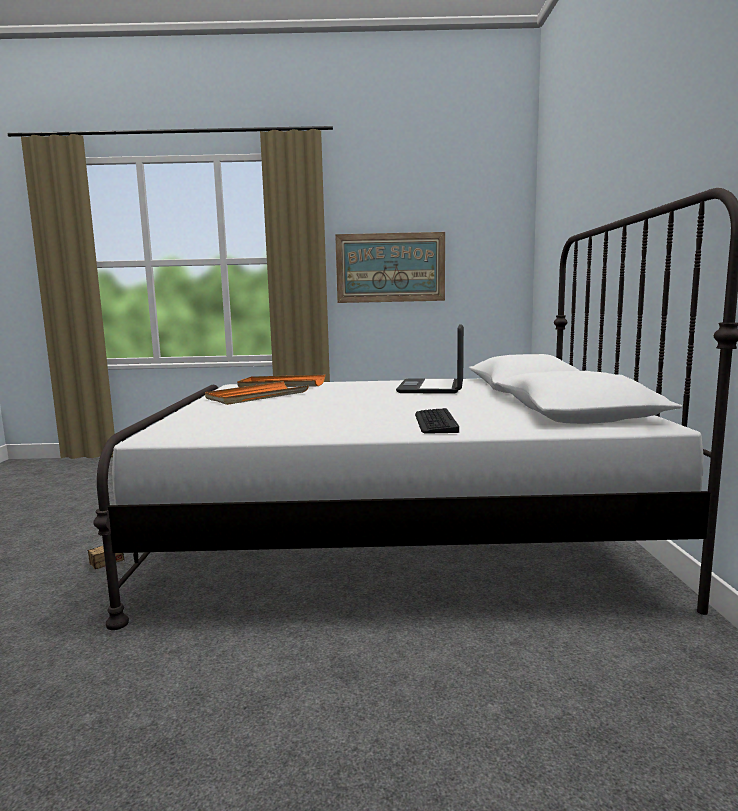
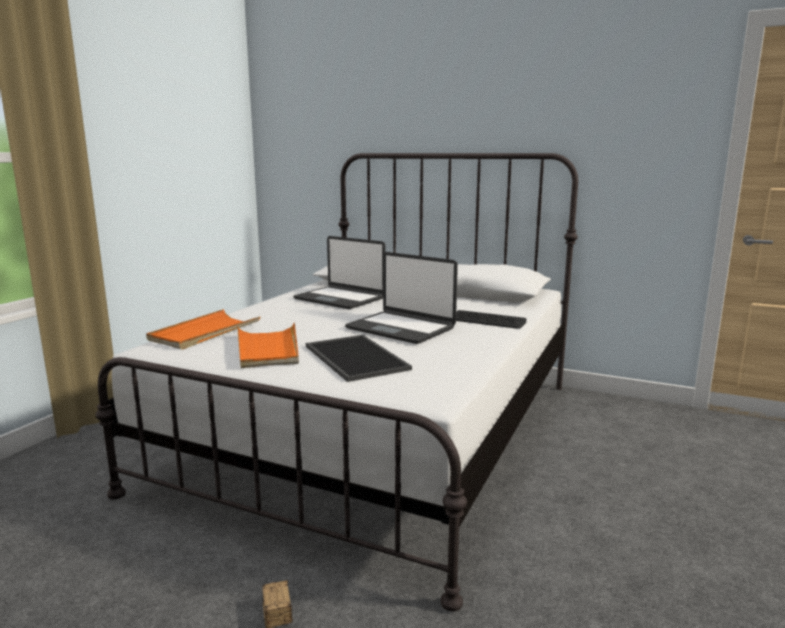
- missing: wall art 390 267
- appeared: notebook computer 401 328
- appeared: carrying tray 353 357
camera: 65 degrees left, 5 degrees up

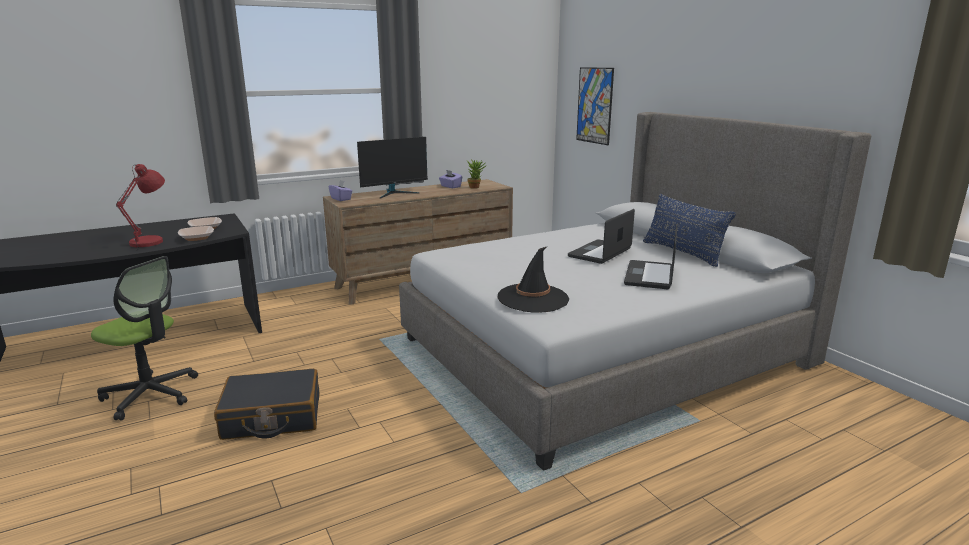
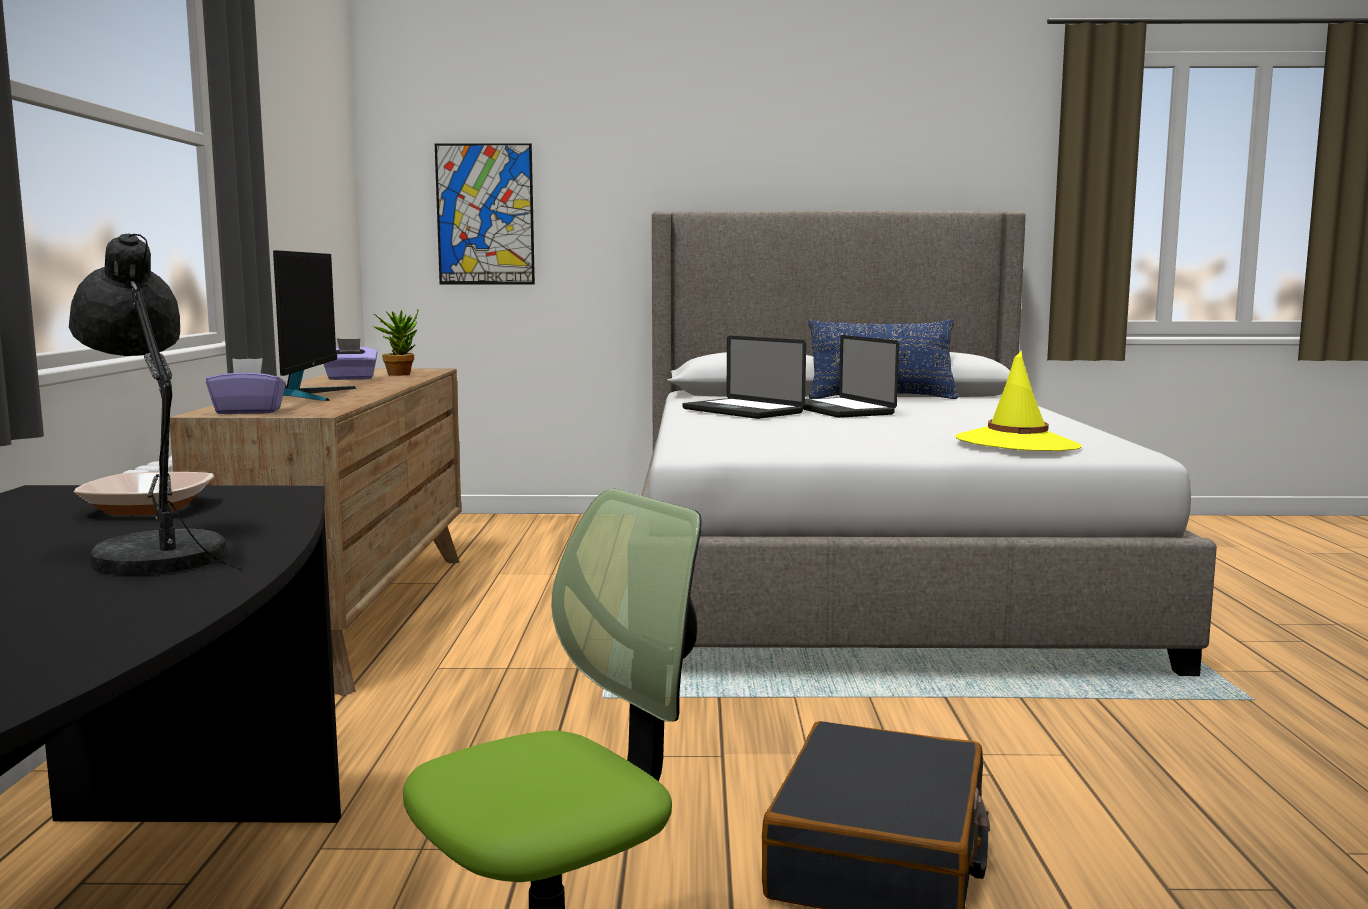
- colour: red lamp for a table 150 242 to grey lamp for a table 158 555
- relocated: notebook computer 649 276 to 742 411
- missing: bowl 197 238
- colour: black-coloured wearable hat 533 298 to yellow wearable hat 1017 443
camera: 60 degrees left, 10 degrees down

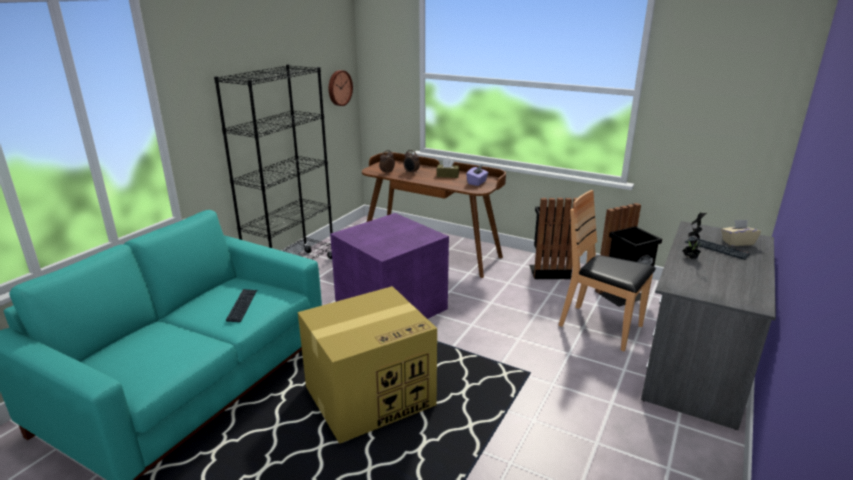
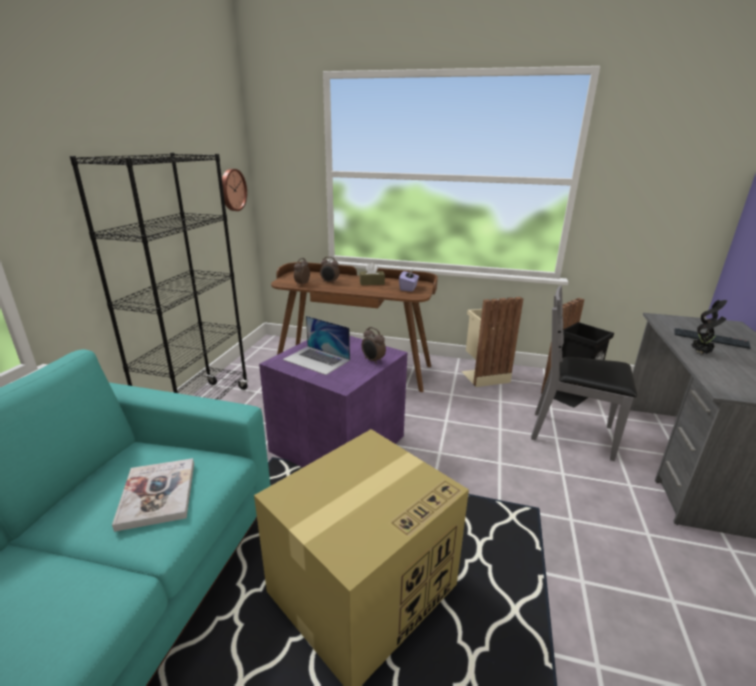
- colour: brownish upright chair 601 327 to grey upright chair 573 434
- colour: black-coloured trash can 548 270 to beige-coloured trash can 484 375
- missing: beige-coloured tissue holder 737 242
- exchanged: PC keyboard 242 306 to book 157 494
- appeared: notebook computer 316 360
- appeared: alarm clock 373 360
camera: 15 degrees left, 0 degrees up

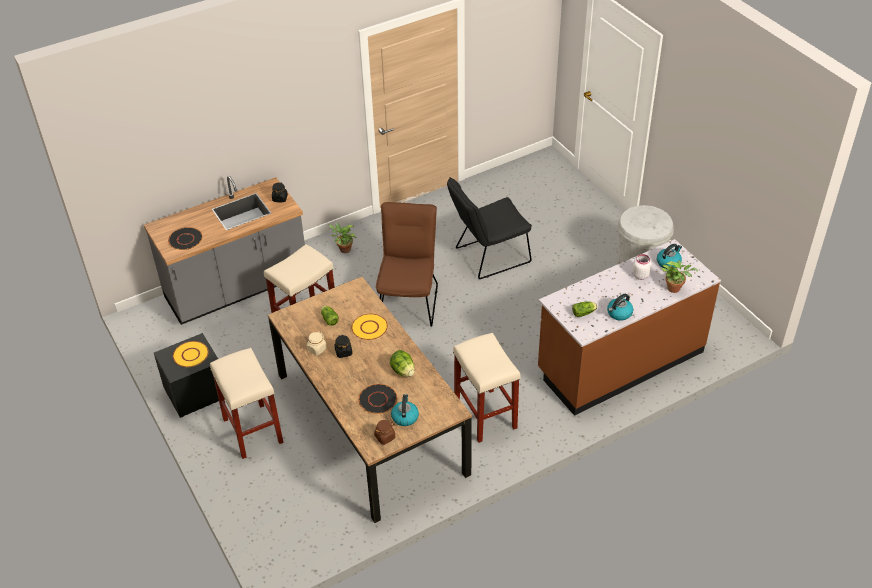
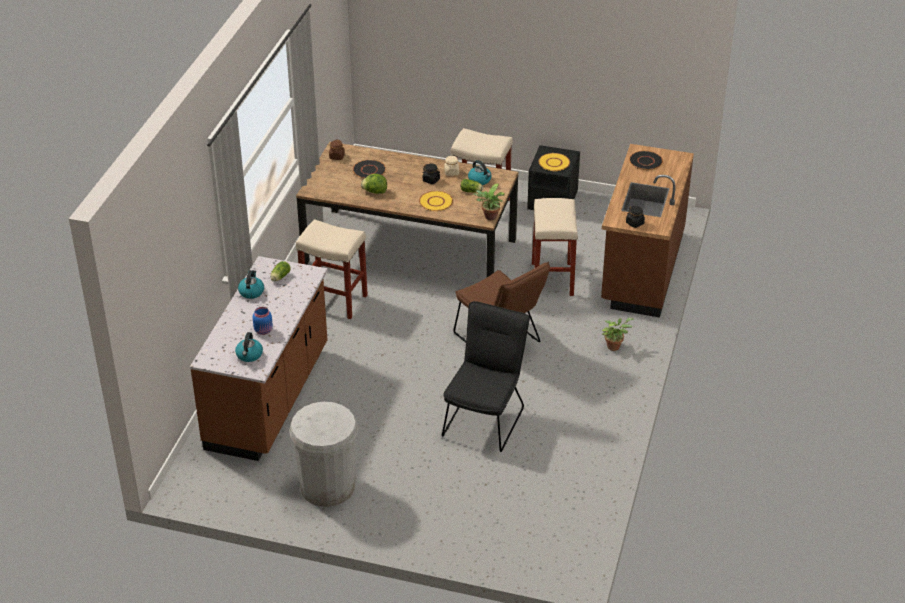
- colour: grey counter 237 289 to brownish counter 641 268
- colour: white preserve jar 640 275 to bluish preserve jar 264 330
- relocated: houseplant 675 288 to 489 217
- relocated: water kettle 405 417 to 480 180
camera: 135 degrees right, 5 degrees down

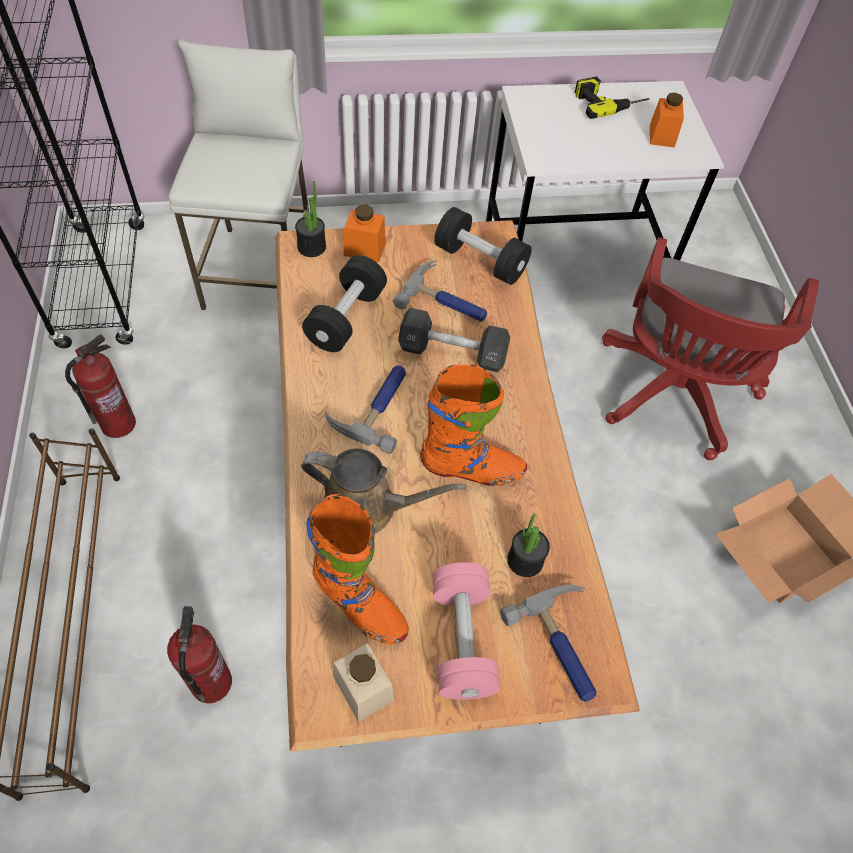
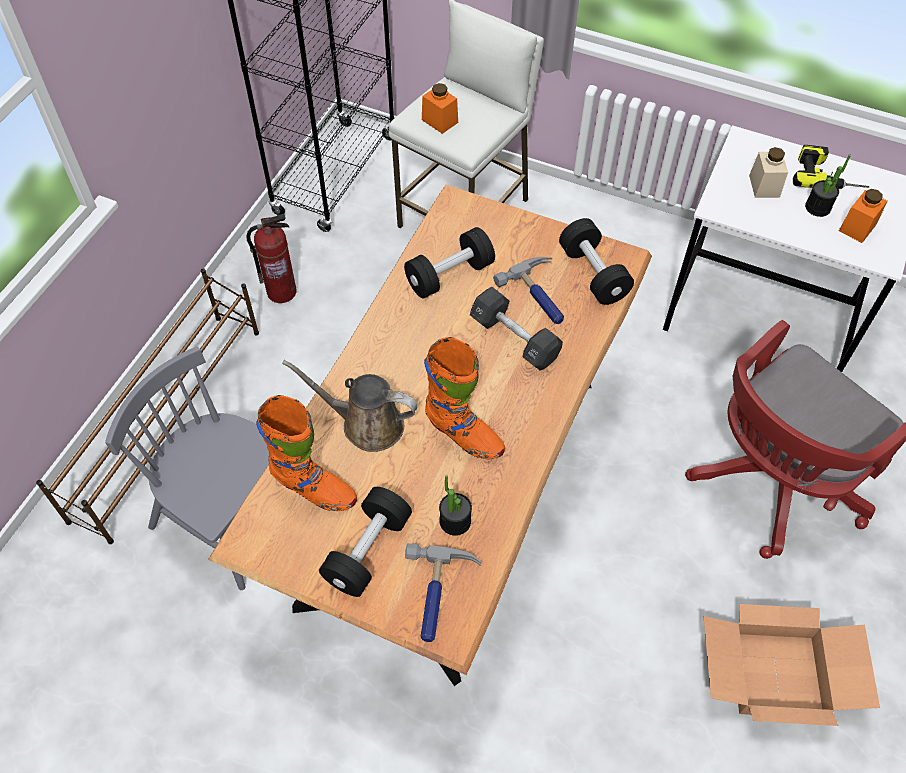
- relocated: houseplant 311 247 to 817 207
- relocated: orange preserve jar 364 249 to 439 121
- missing: hammer 376 406
- spun: brownish watering pot 367 507 = 366 424 150 degrees clockwise
- spun: orange high-top boot 359 605 = 313 489 45 degrees counterclockwise
- colour: pink-coloured dumbbell 462 640 to black-coloured dumbbell 367 551
- exchanged: fire-fighting cylinder 210 682 to grey upright chair 231 516
- relocated: beige-coloured preserve jar 363 689 to 764 186
camera: 35 degrees right, 0 degrees up

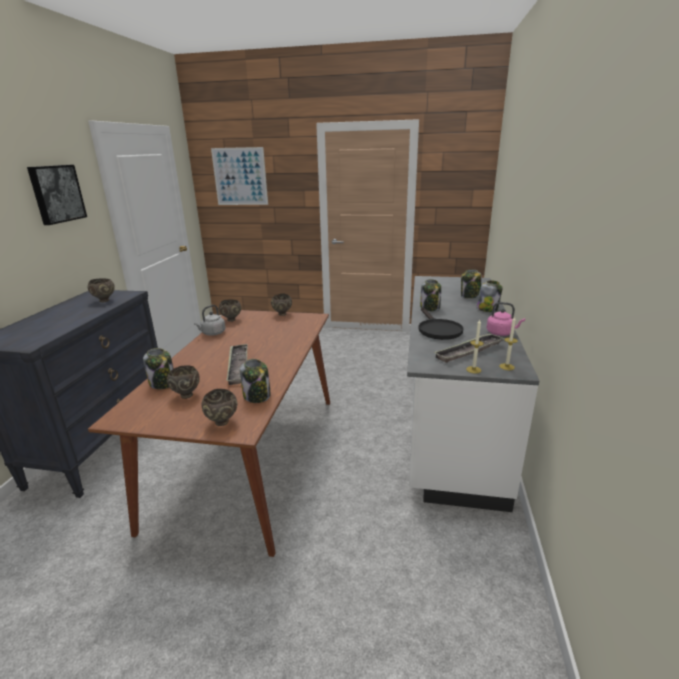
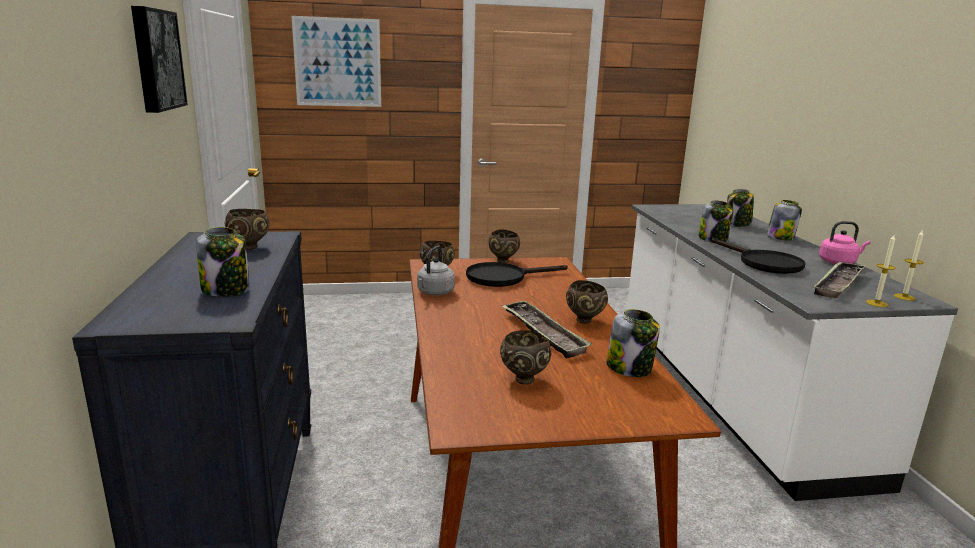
- relocated: preserve jar 163 383 to 226 290
- relocated: brownish bowl 222 423 to 585 321
- appeared: black-coloured frying pan 503 277
camera: 20 degrees left, 5 degrees down

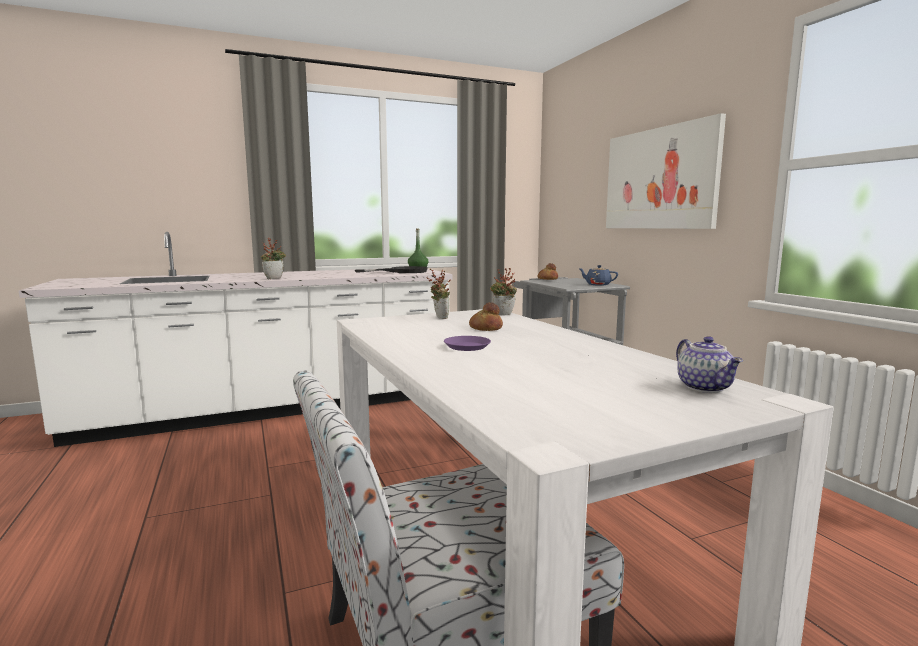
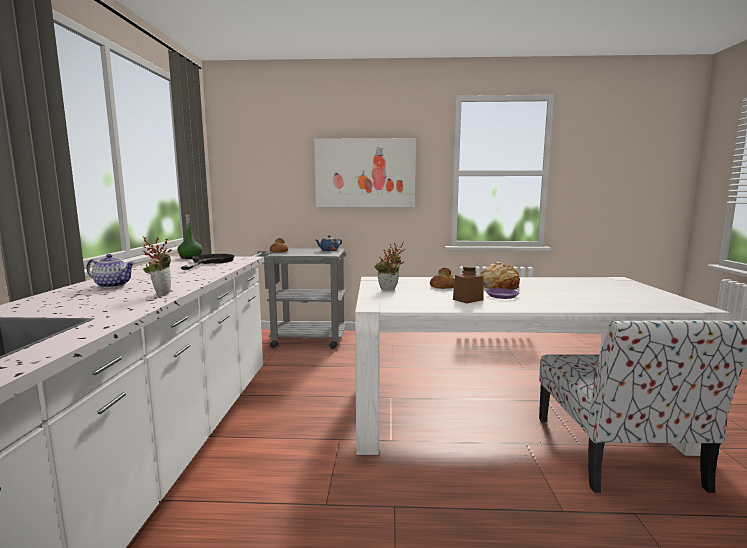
- relocated: pot for tea 706 387 to 113 285
- appeared: baked bread 498 286
- appeared: brownish preserve jar 468 299
camera: 65 degrees left, 0 degrees up

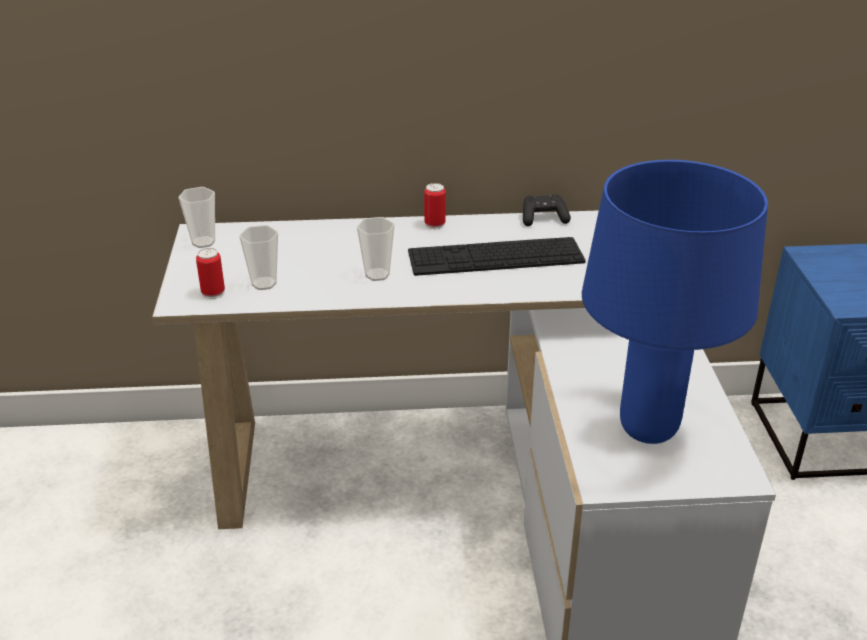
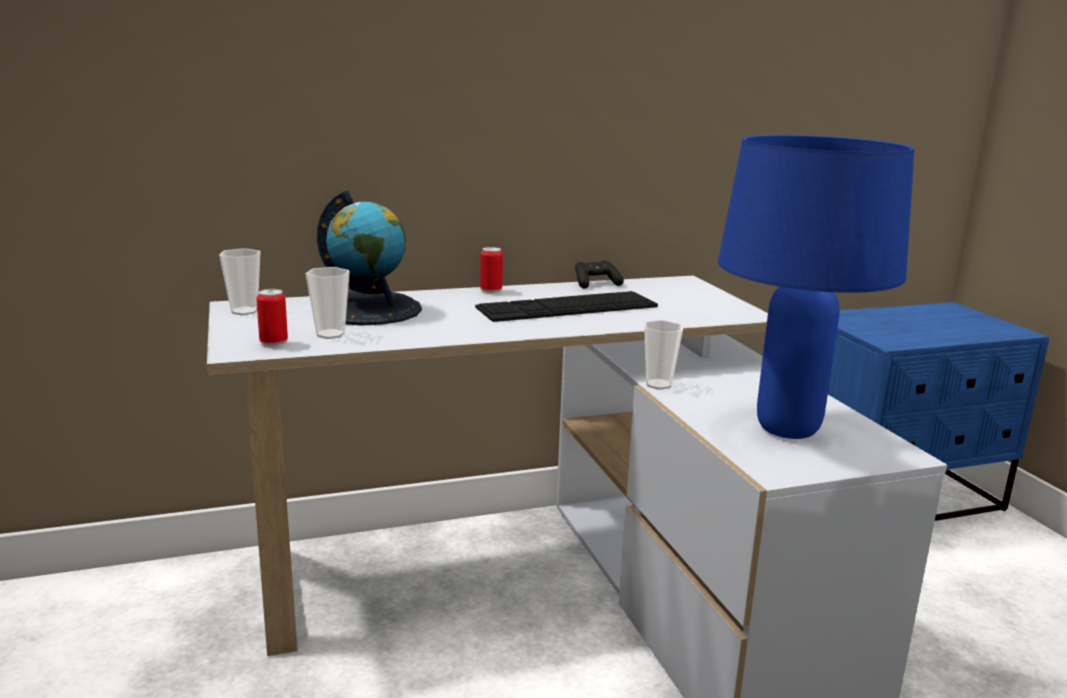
- relocated: drinking cup 377 275 to 658 384
- appeared: globe 368 309
camera: 15 degrees left, 15 degrees down

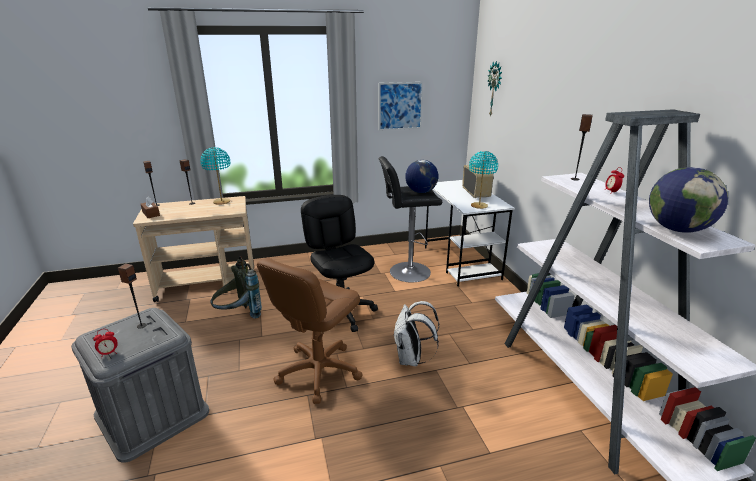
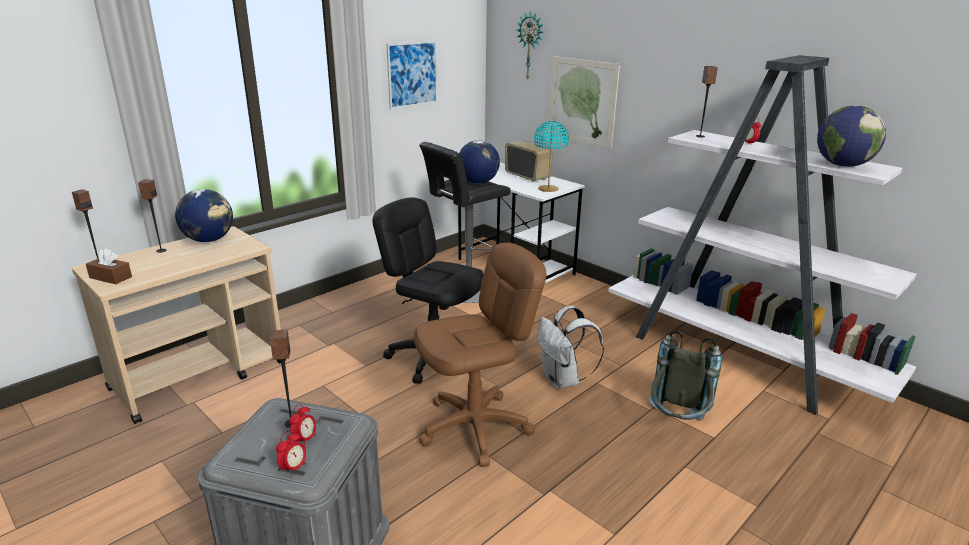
- exchanged: turquoise lamp for a table 222 202 to globe 209 240
- relocated: grey rucksack 238 315 to 676 423
- spun: brownish office chair 318 371 = 475 427 120 degrees counterclockwise
- appeared: wall art 582 101
- appeared: alarm clock 305 439
camera: 30 degrees left, 0 degrees up

